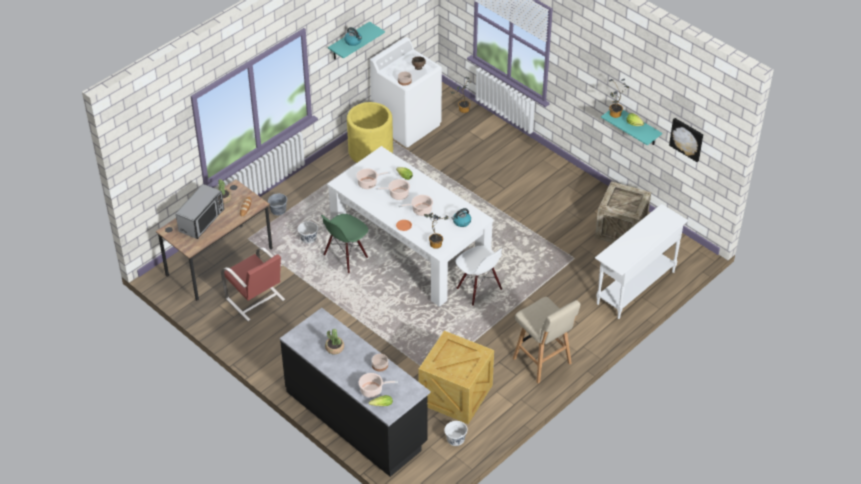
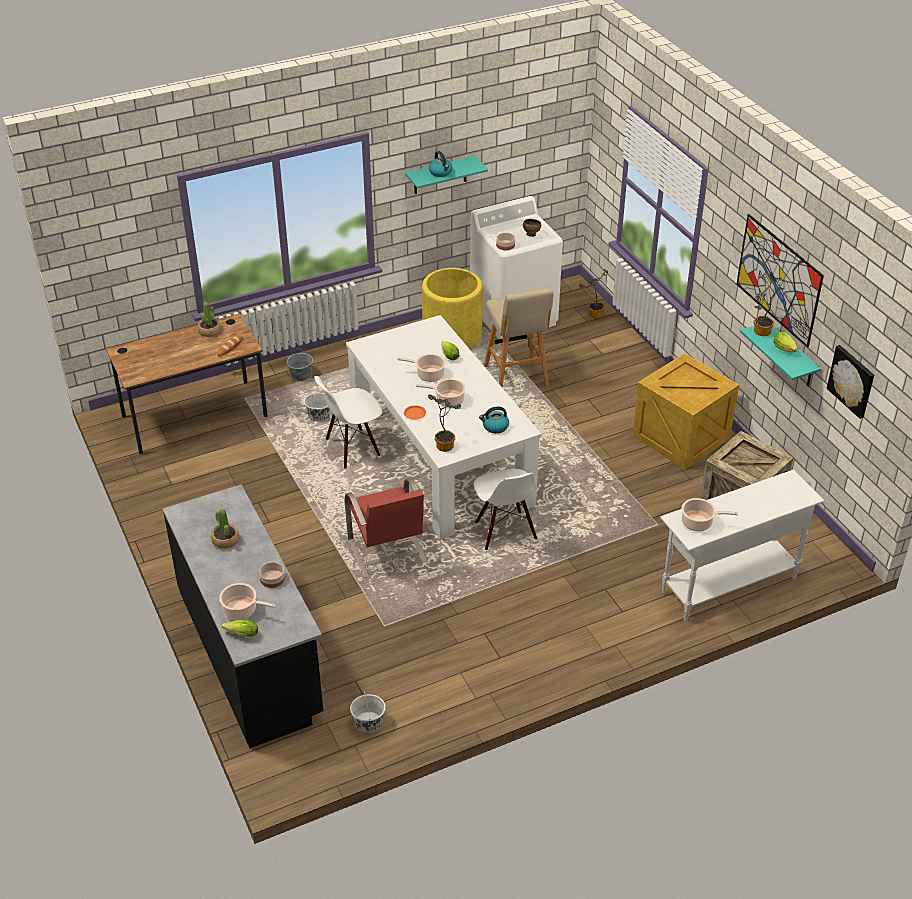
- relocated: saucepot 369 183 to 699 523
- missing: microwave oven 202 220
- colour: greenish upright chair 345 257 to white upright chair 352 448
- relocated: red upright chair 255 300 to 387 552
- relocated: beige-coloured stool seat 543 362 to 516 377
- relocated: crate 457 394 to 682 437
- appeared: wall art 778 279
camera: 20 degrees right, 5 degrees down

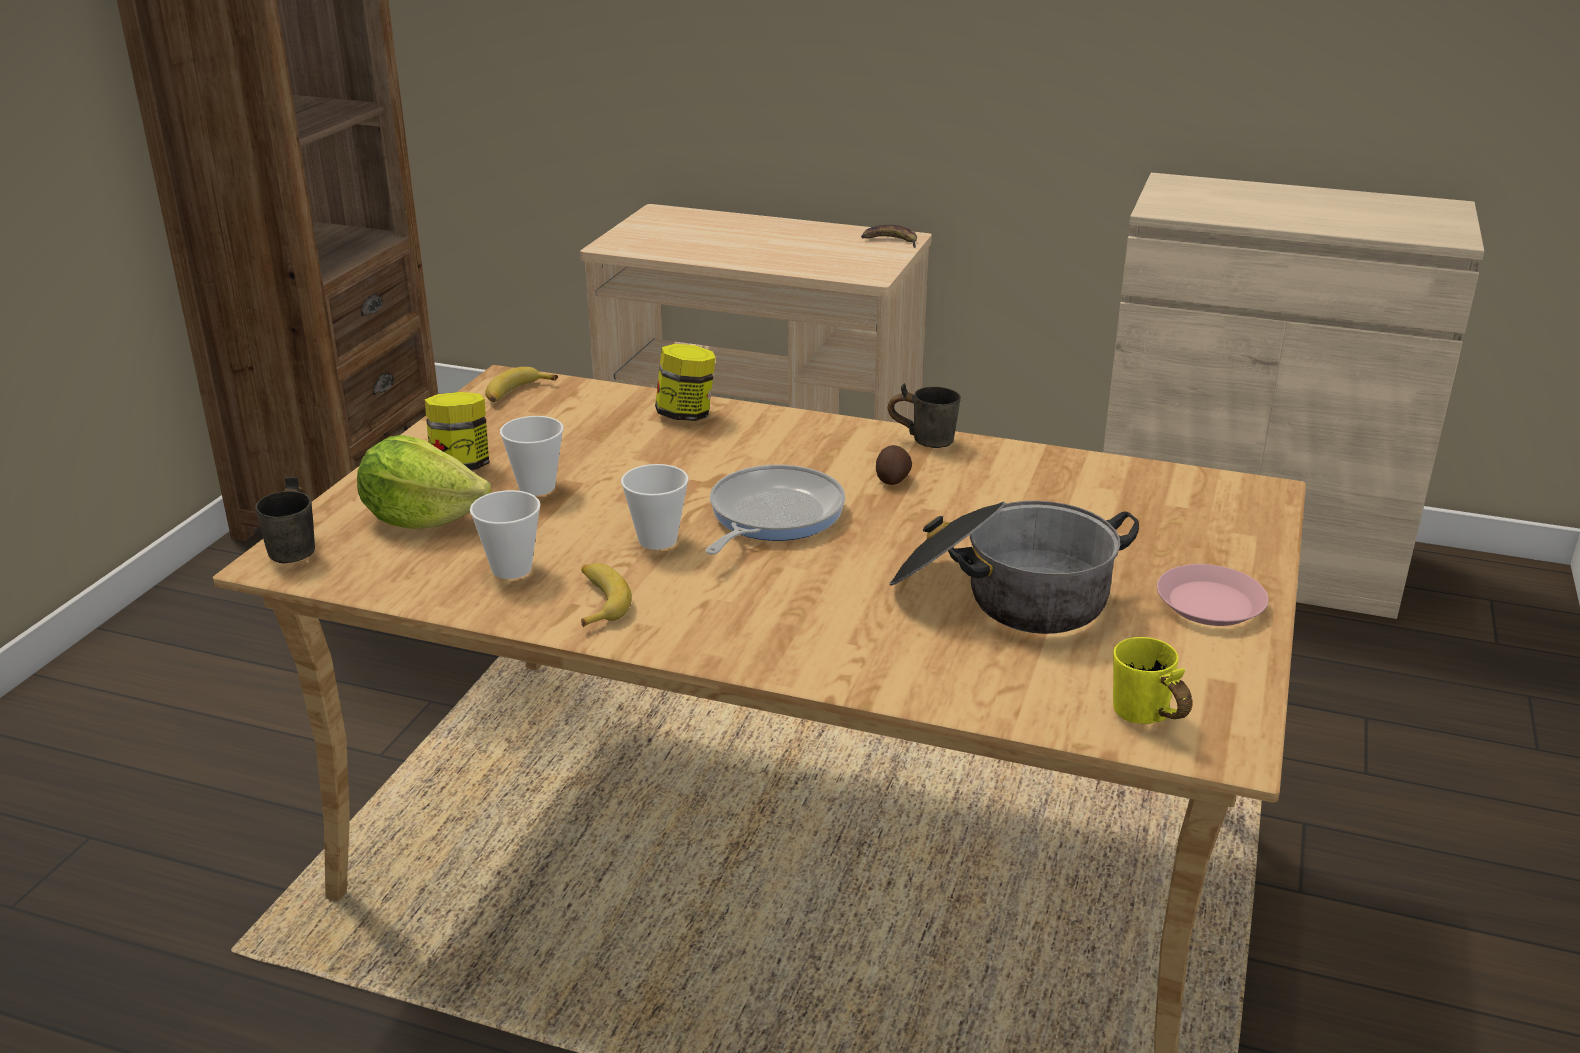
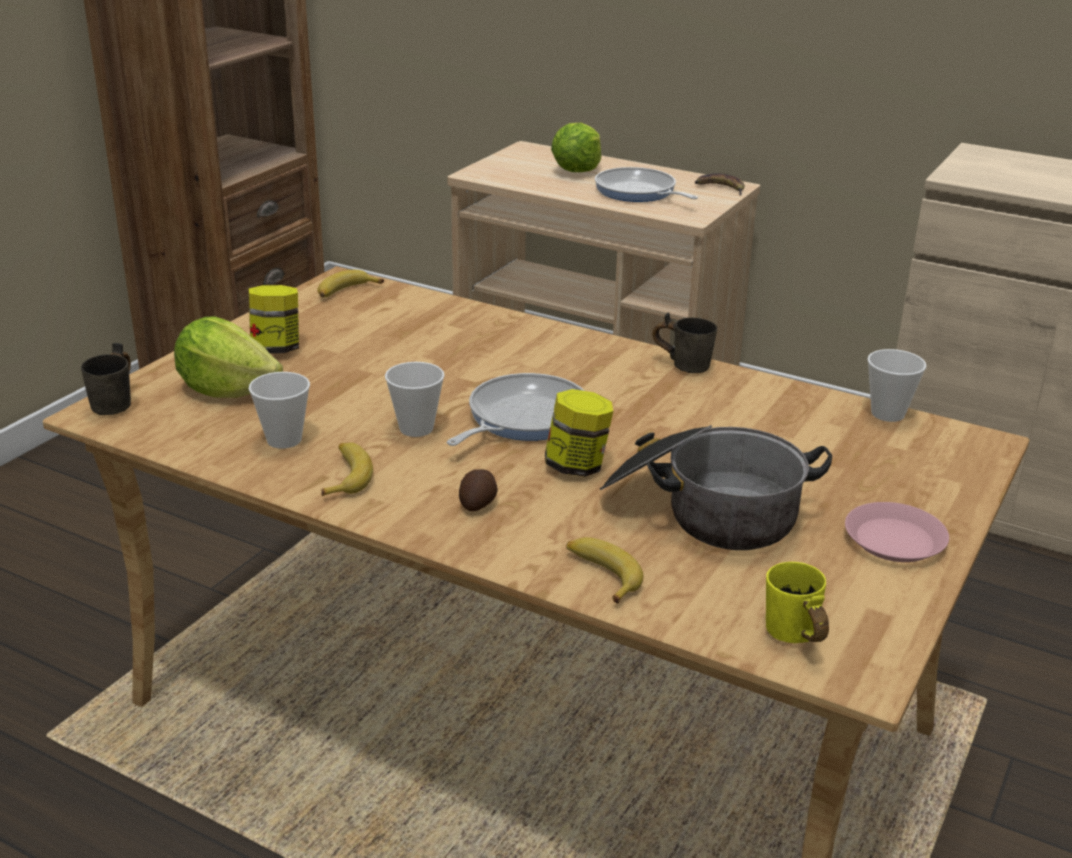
- relocated: preserve jar 686 415 to 577 466
- relocated: drinking cup 537 487 to 887 414
- relocated: whole potato 893 478 to 479 502
- appeared: lettuce head 577 170
- appeared: frying pan 638 192
- appeared: banana fruit 601 575
camera: 10 degrees right, 0 degrees up

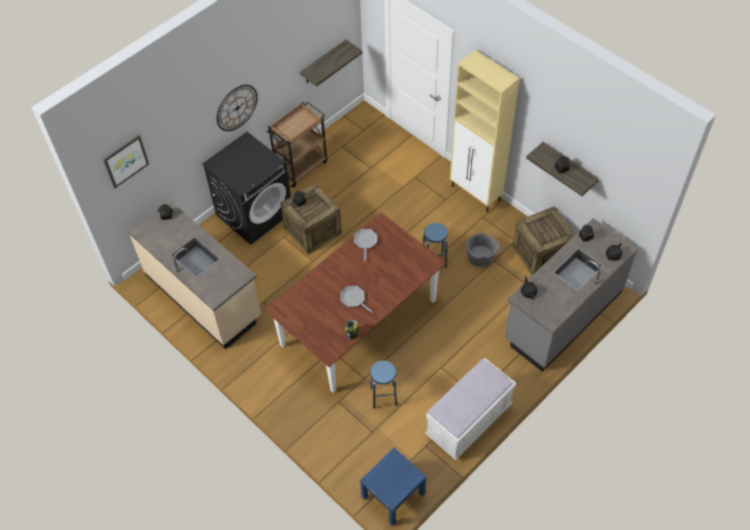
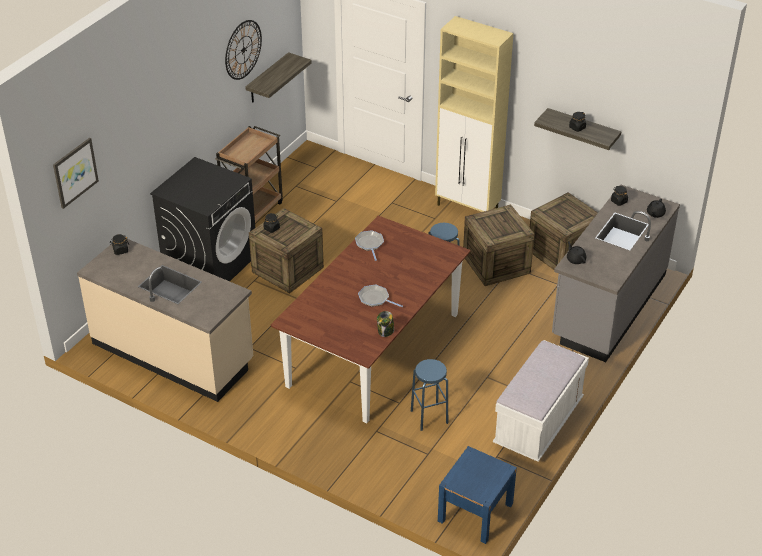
- relocated: clock on the wall 237 108 to 243 49
- exchanged: grey pail 482 256 to crate 496 264
camera: 15 degrees left, 15 degrees down

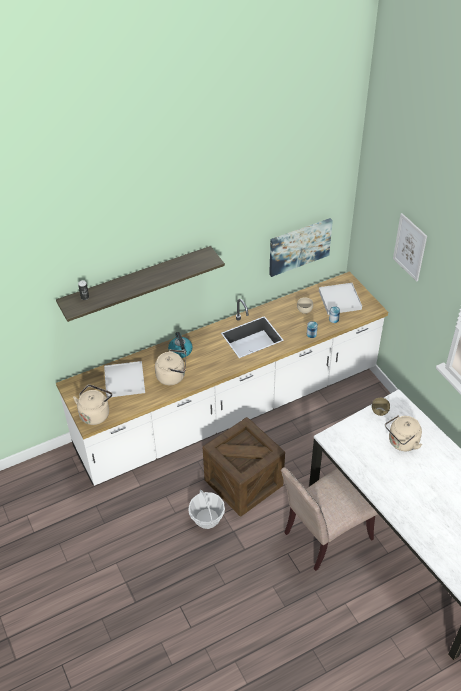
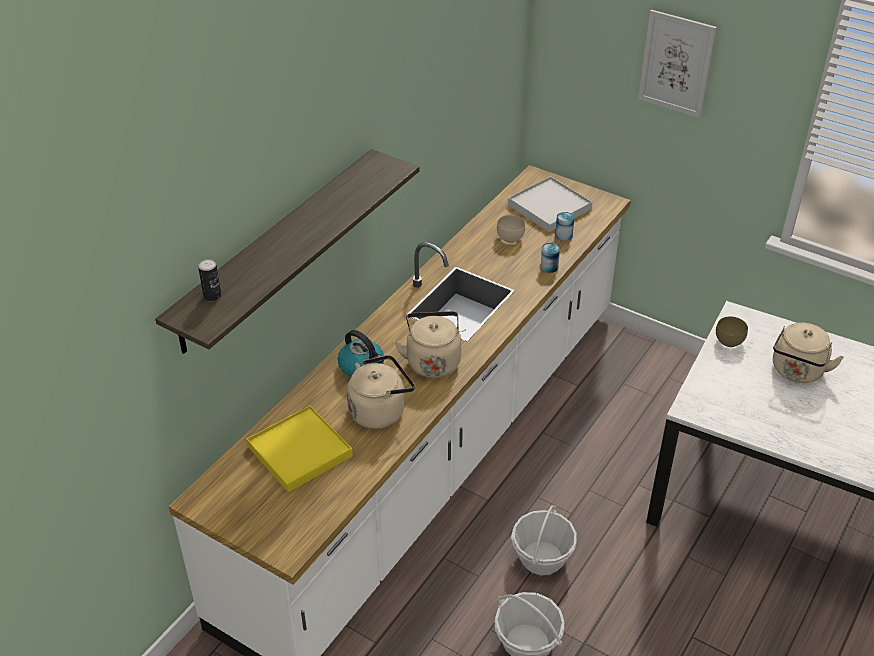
- missing: wall art 299 246
- colour: white carrying tray 124 381 to yellow carrying tray 299 451
- relocated: beige-coloured water kettle 95 413 to 432 361
- exchanged: crate 243 482 to basket 542 558
- missing: beige-coloured upright chair 324 536
camera: 30 degrees left, 5 degrees down

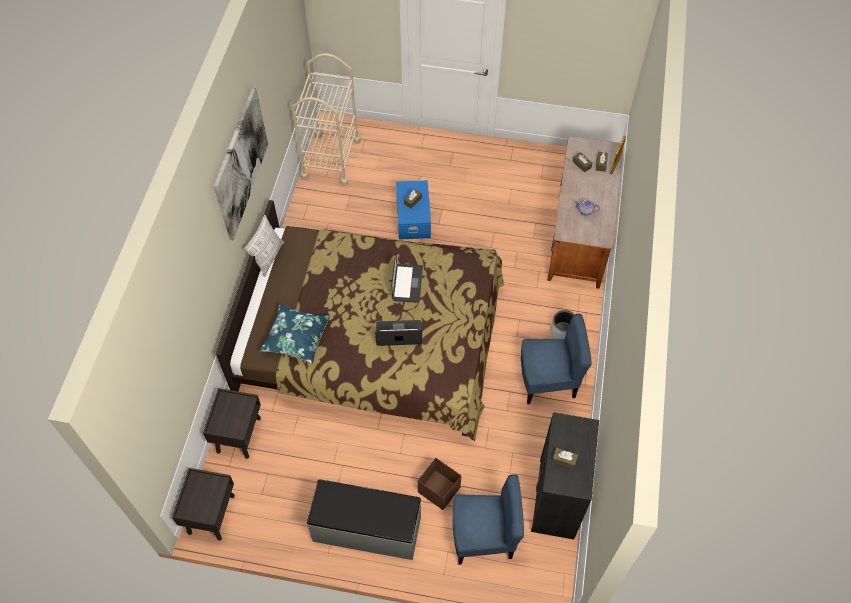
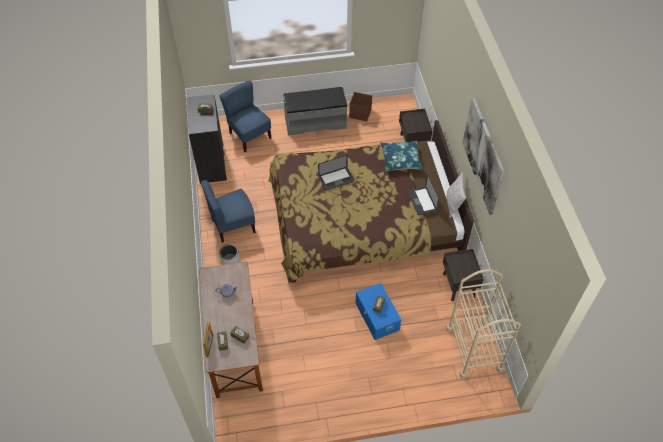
- relocated: notebook computer 407 283 to 421 201
- relocated: brownish storage box 438 489 to 360 114
- relocated: brownish bedside table 211 513 to 459 286
- spun: bluish upright chair 483 536 = 249 136 75 degrees clockwise
camera: 160 degrees right, 5 degrees down

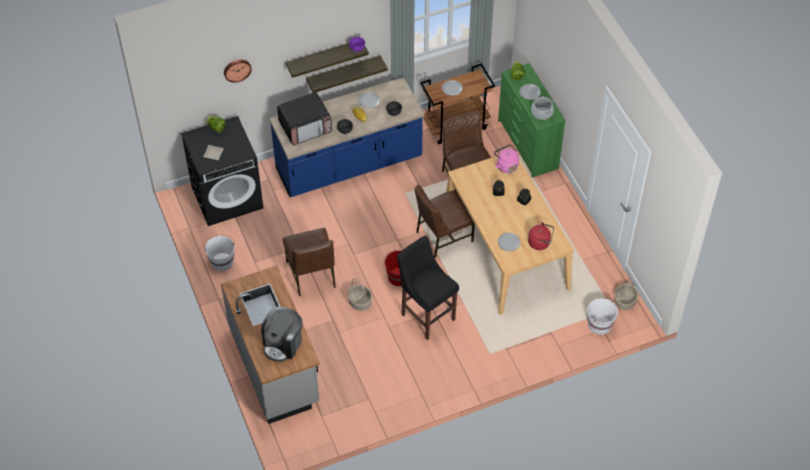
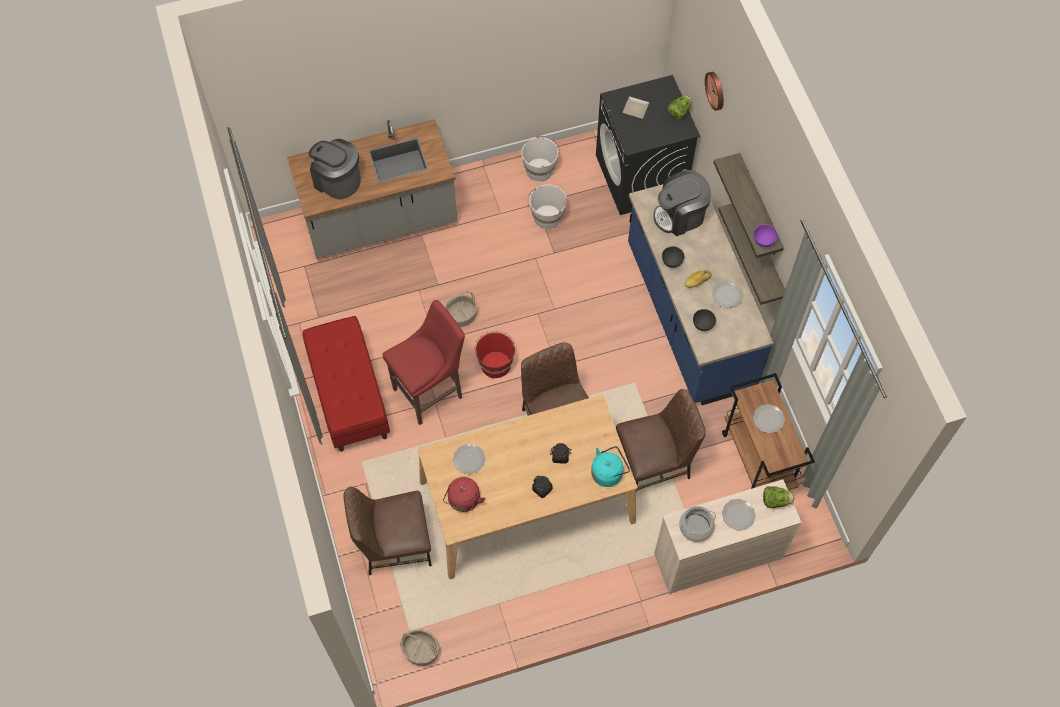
- colour: greenish dresser 527 145 to beige-coloured dresser 717 555
- exchanged: microwave oven 305 127 to coffee brewer 680 215
- colour: pink-coloured water kettle 506 165 to turquoise water kettle 608 472
- relocated: brownish upright chair 311 275 to 394 544
- colour: black-coloured stool seat 426 315 to red stool seat 431 391
- relocated: white pail 600 325 to 547 217
- appeared: red bench 349 396
camera: 95 degrees right, 10 degrees up

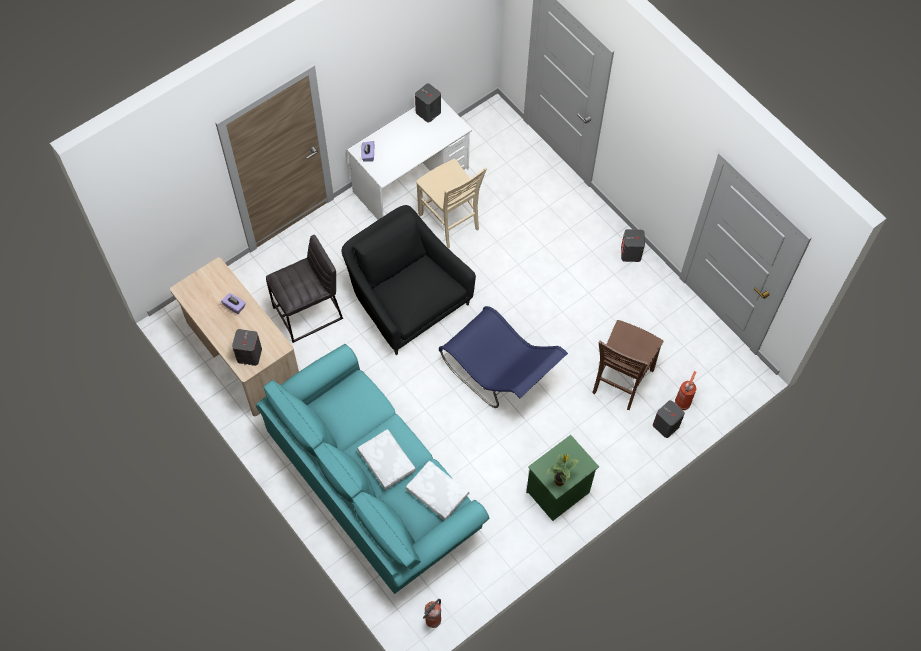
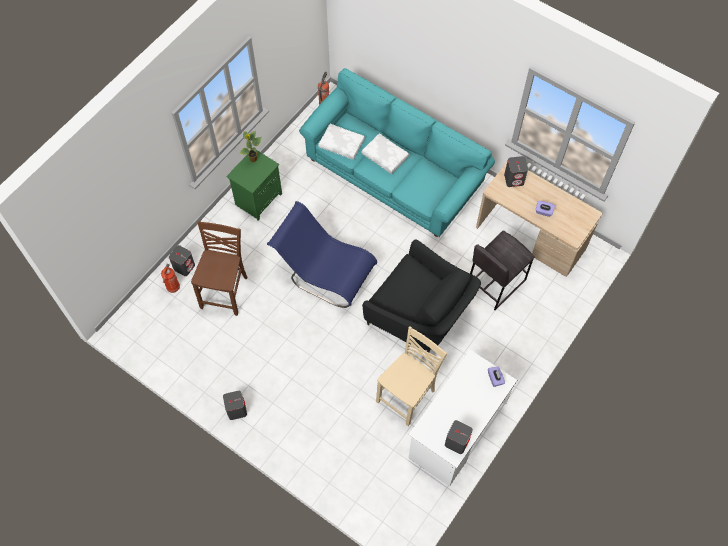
- spun: beige-coloured upright chair 450 222 = 407 396 90 degrees clockwise
camera: 165 degrees right, 0 degrees up

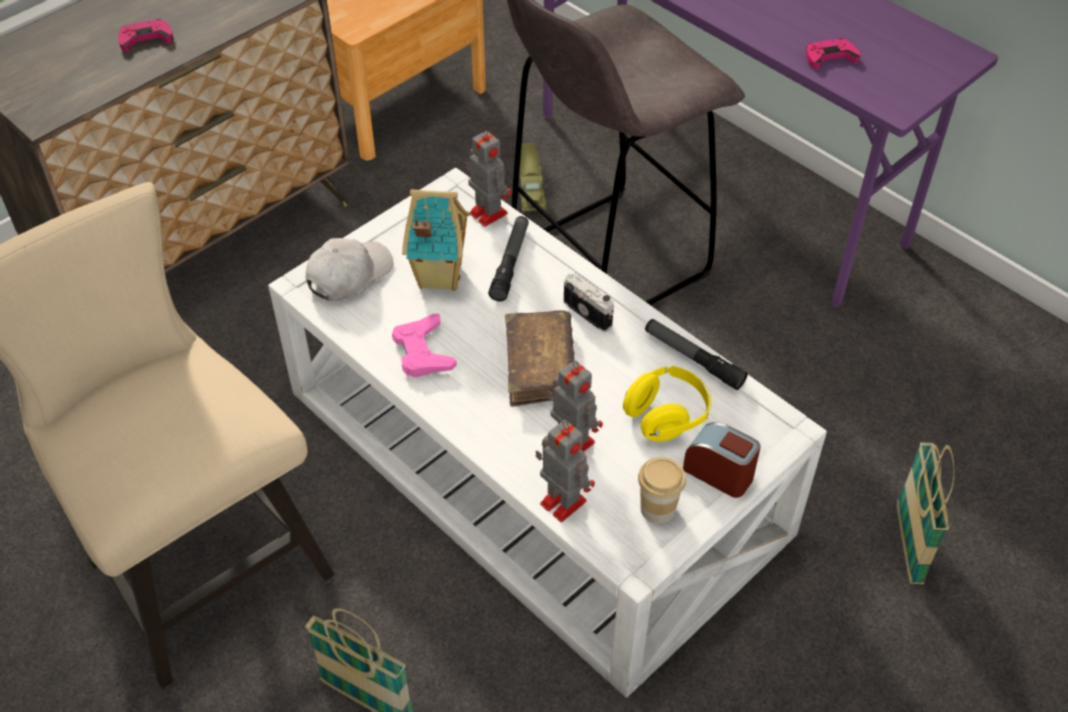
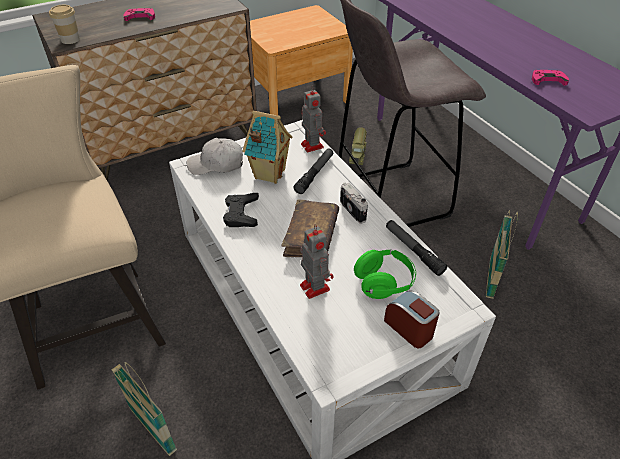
- spun: white cap 349 275 = 216 164 150 degrees counterclockwise
- colour: pink-coloured joypad 423 352 to black-coloured joypad 241 214
- colour: yellow headphones 666 416 to greenish headphones 384 283
- missing: model robot 561 501
- relocated: basket 908 544 to 491 279
- relocated: drinking cup 657 509 to 70 40
camera: 15 degrees right, 5 degrees down

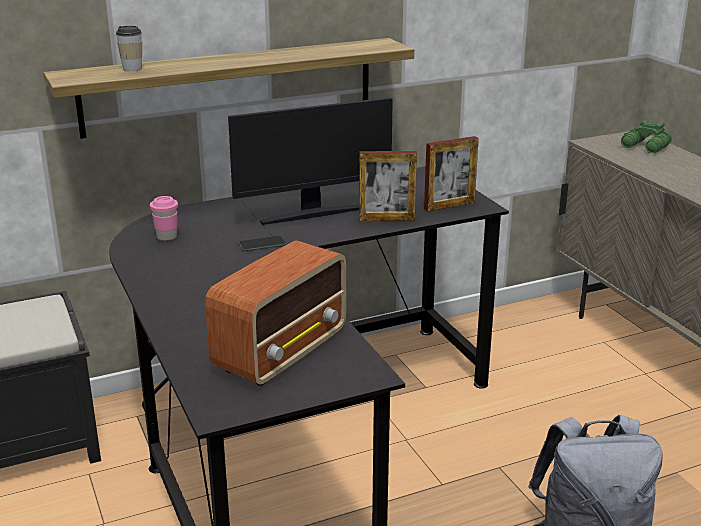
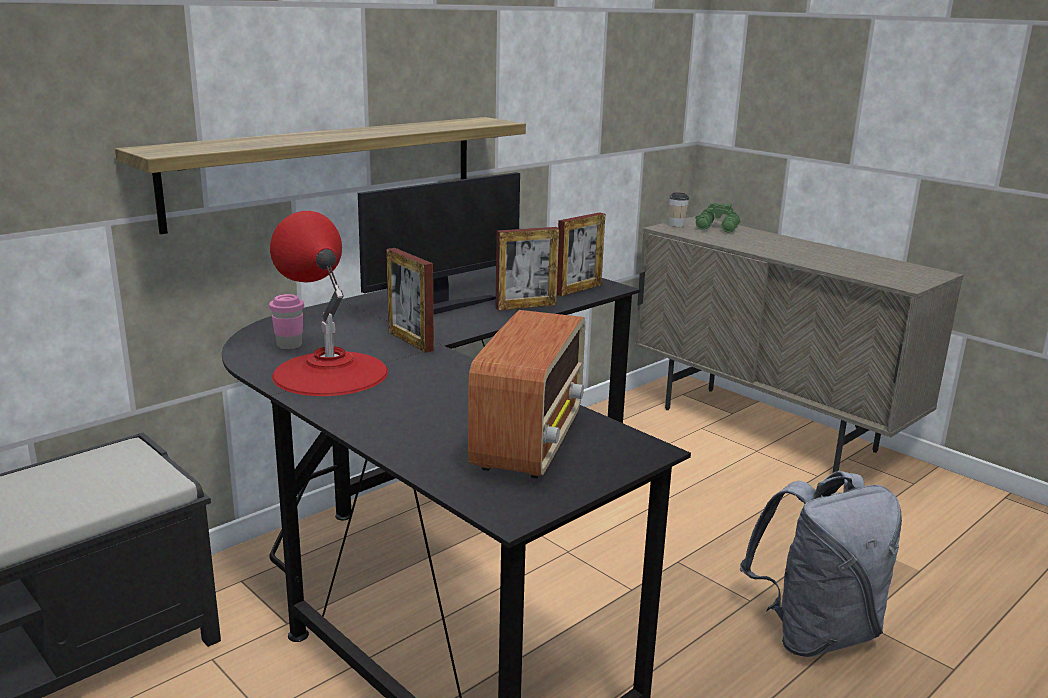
- relocated: drinking cup 132 68 to 676 225
- exchanged: phone 262 244 to standing frame 410 341
- appeared: red lamp for a table 330 373
camera: 20 degrees left, 5 degrees down

